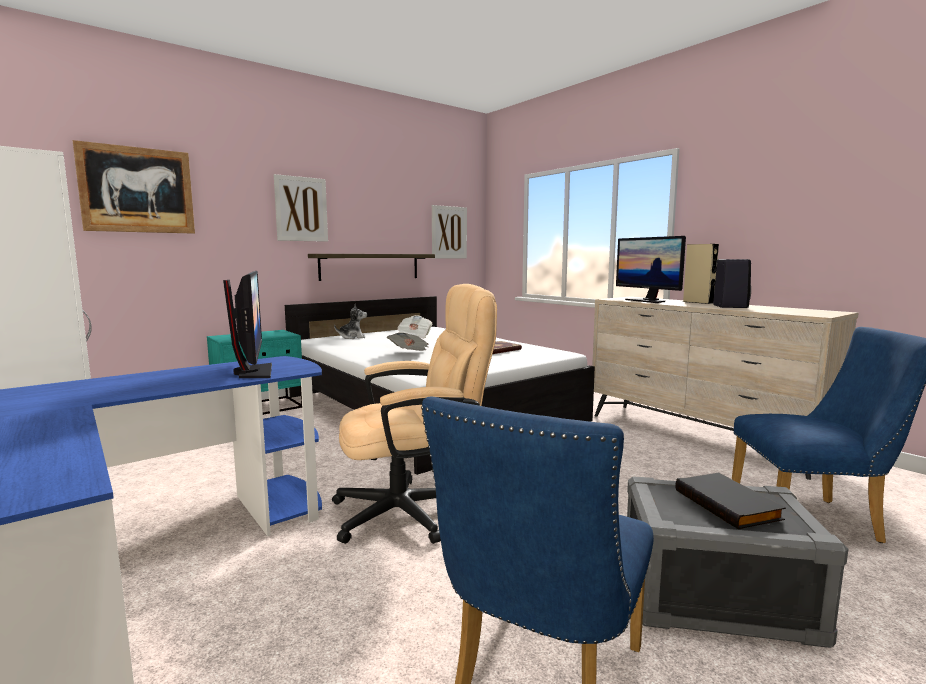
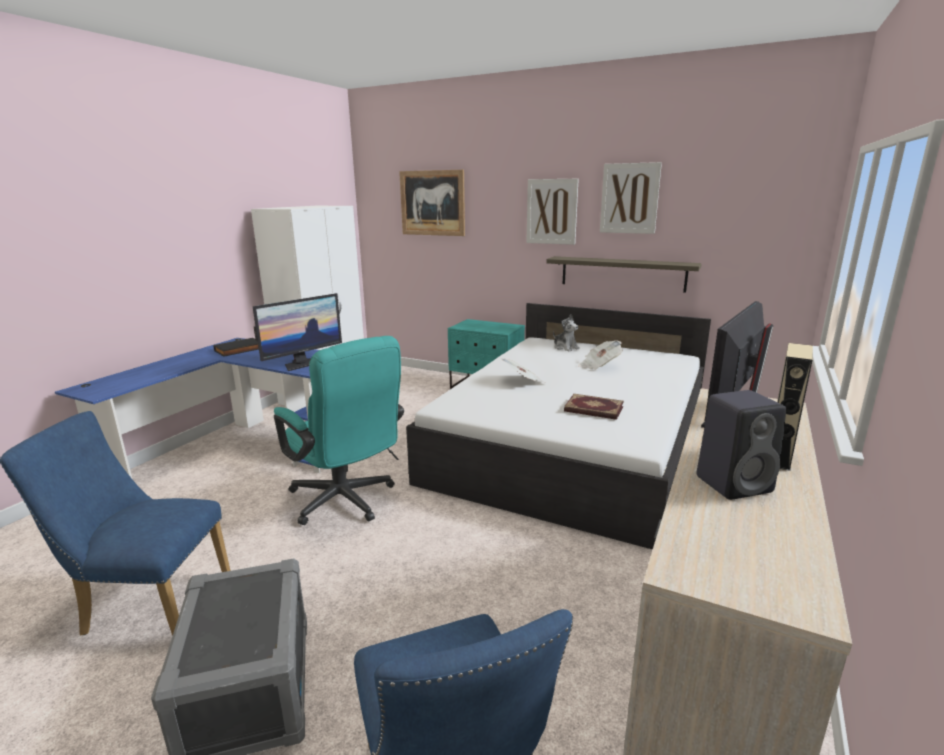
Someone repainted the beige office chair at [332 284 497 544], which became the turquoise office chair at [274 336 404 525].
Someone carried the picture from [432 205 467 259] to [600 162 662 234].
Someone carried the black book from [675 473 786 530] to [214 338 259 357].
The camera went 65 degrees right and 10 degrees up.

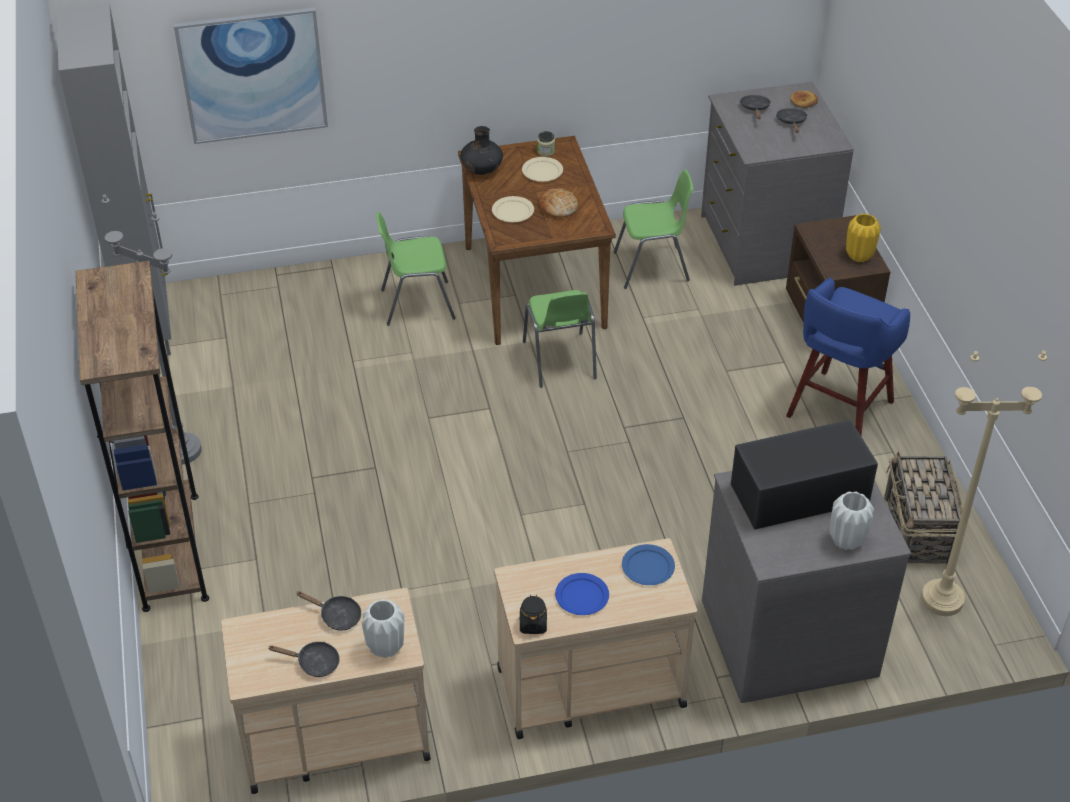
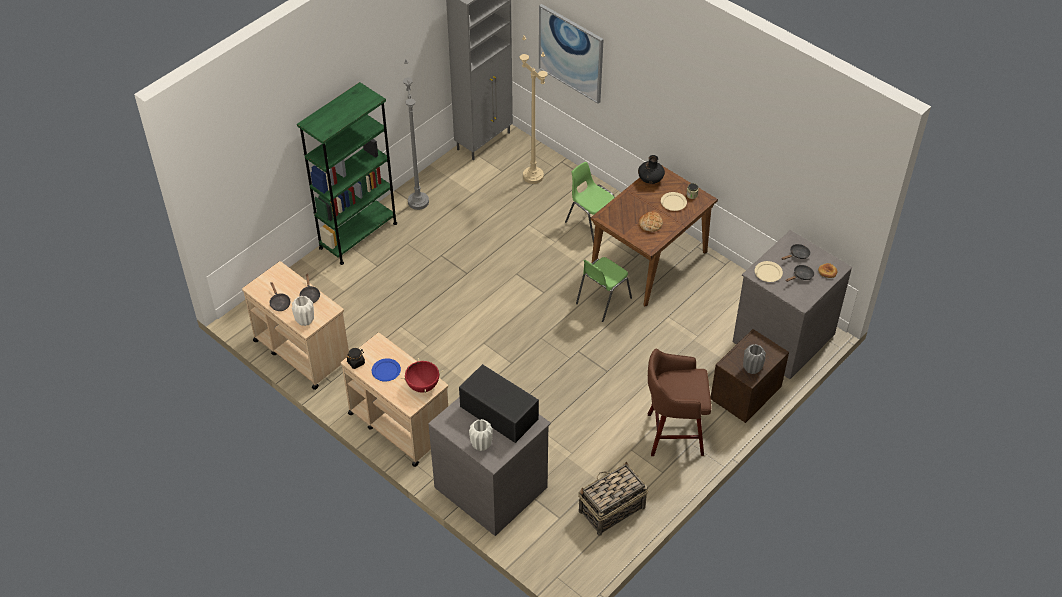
Someone repainted the brown bookcase at [75 261 209 612], which became the green bookcase at [297 82 397 265].
Someone carried the beige plate from [492 196 534 222] to [755 261 783 282].
Someone took away the green chair at [614 170 694 289].
Someone swapped the blue plate at [622 544 675 585] for the red cooking pot at [401 358 443 393].
Someone repainted the blue stool at [786 277 910 435], which became the brown stool at [648 349 711 456].
Someone repainted the yellow vase at [846 214 881 262], which became the grey vase at [743 344 766 374].
Someone carried the beige floor lamp from [921 350 1047 616] to [520 35 548 184].
The camera went 55 degrees right and 5 degrees up.

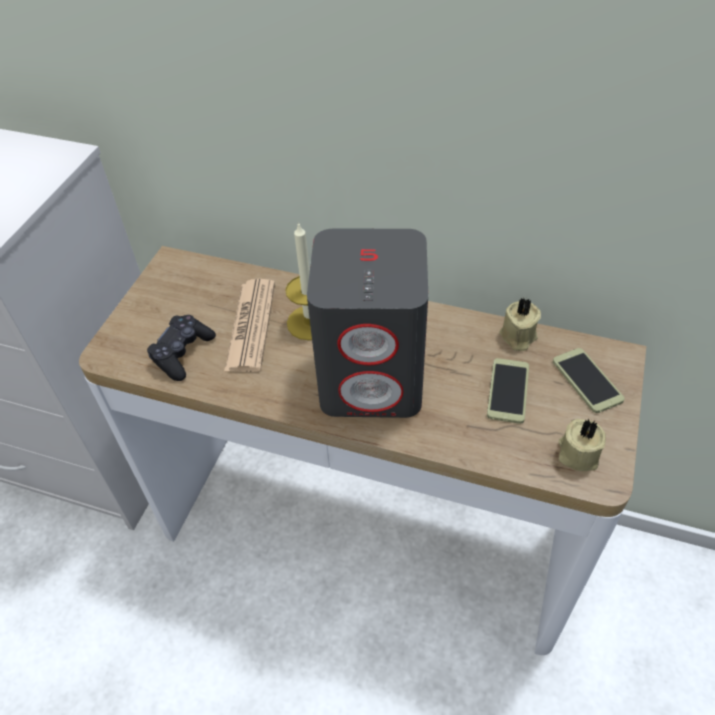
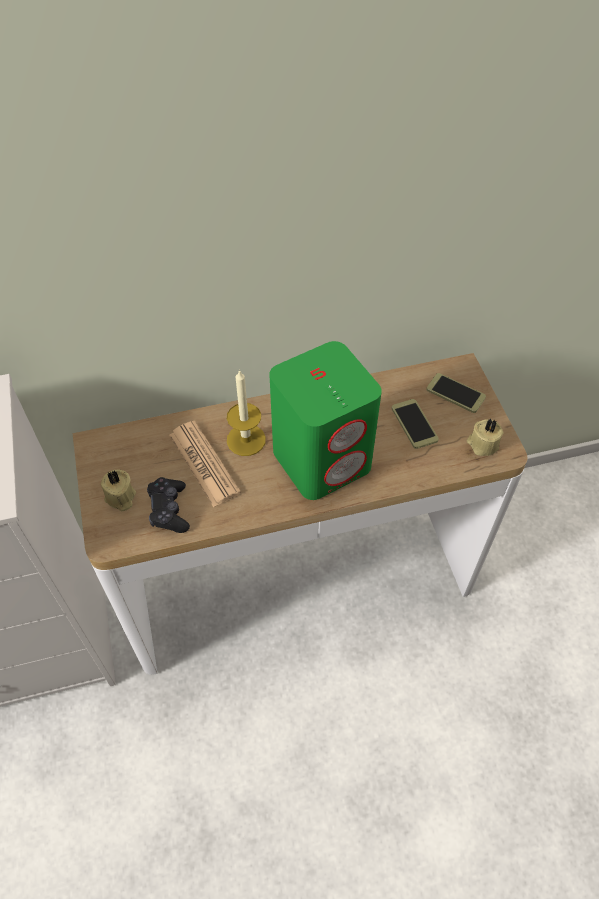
Someone repainted the grey speaker at [307 229 428 418], which became the green speaker at [270 341 382 500].
Someone carried the beige candle from [499 298 541 351] to [101 470 136 511].
The camera went 35 degrees left and 5 degrees up.

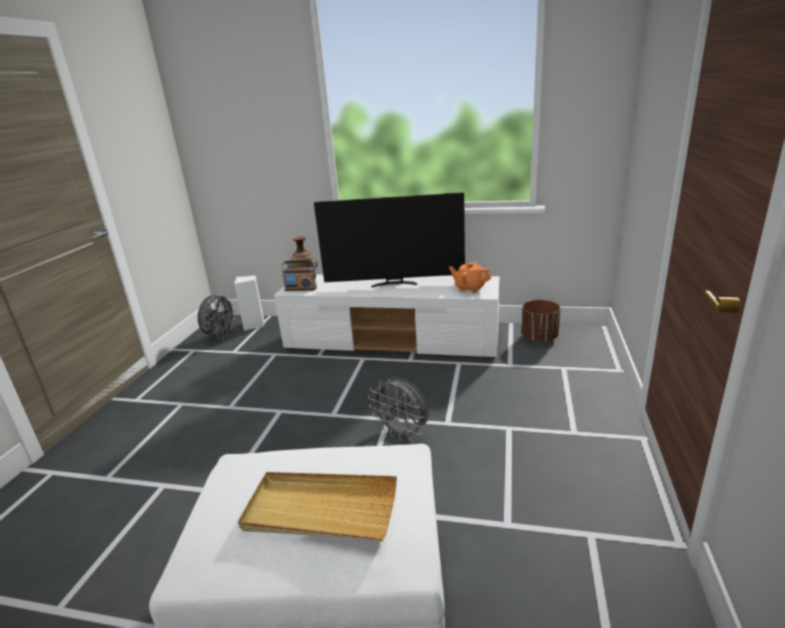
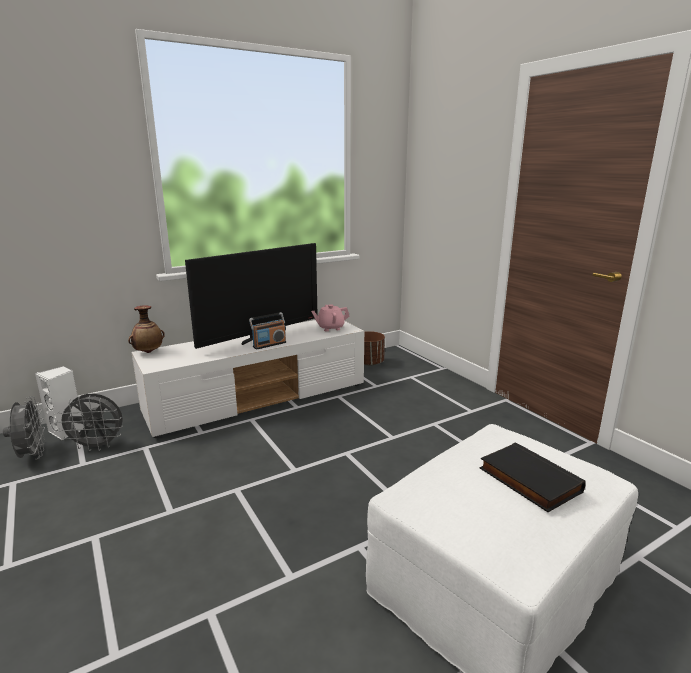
Someone swapped the beige tray at [238 472 397 541] for the black book at [480 442 586 512].
Someone carried the radio from [281 260 317 291] to [249 312 286 349].
Someone carried the grey fan from [368 377 429 441] to [56 394 123 451].
Someone repainted the orange teapot at [449 262 491 293], which became the pink teapot at [311 304 349 331].
The camera went 45 degrees left and 5 degrees down.

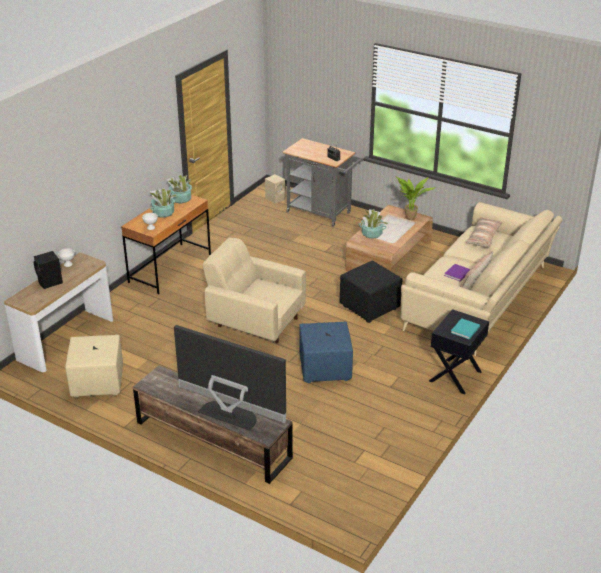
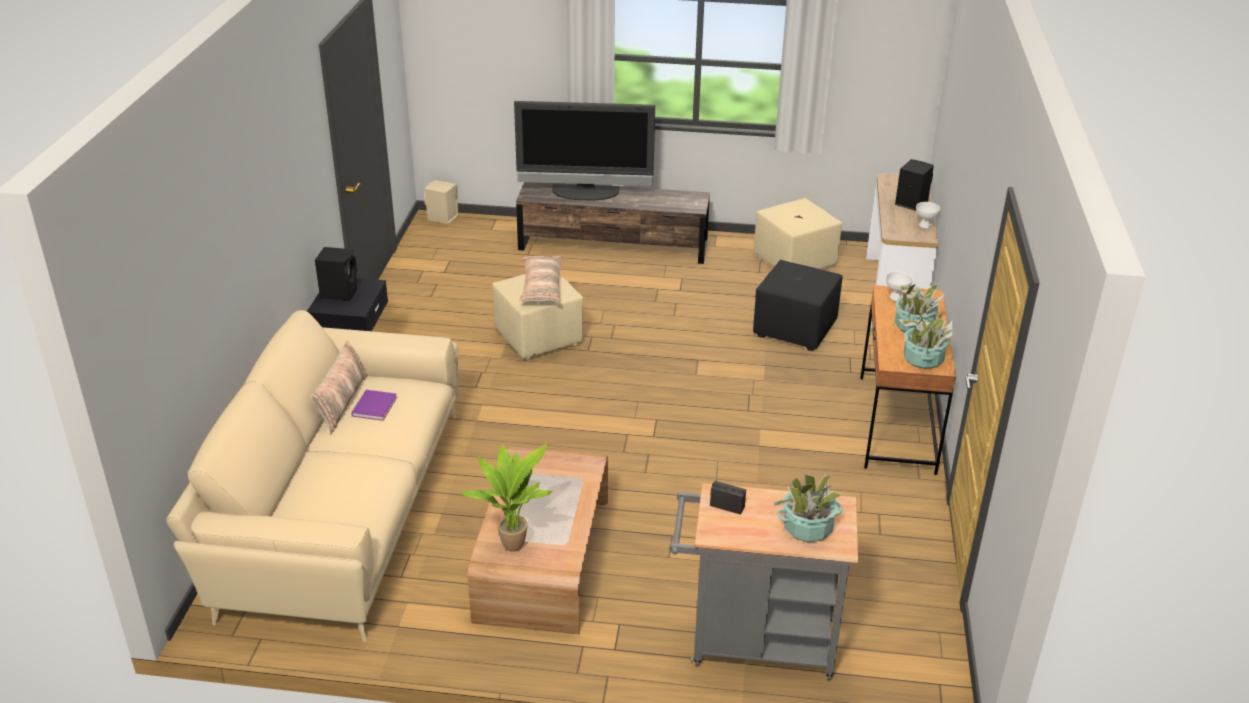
Someone took away the beige armchair at [203 238 306 343].
Someone carried the beige speaker from [265 174 286 203] to [424 180 458 224].
Someone repainted the blue ottoman at [299 322 353 383], which became the beige ottoman at [492 274 583 360].
Someone carried the black ottoman from [340 260 403 323] to [753 260 842 351].
Someone carried the potted plant from [358 209 389 239] to [773 474 843 542].
Someone swapped the turquoise book at [451 318 480 340] for the black speaker at [315 247 357 301].
Someone carried the pillow from [466 217 502 247] to [520 256 561 303].
The camera went 155 degrees right and 0 degrees up.

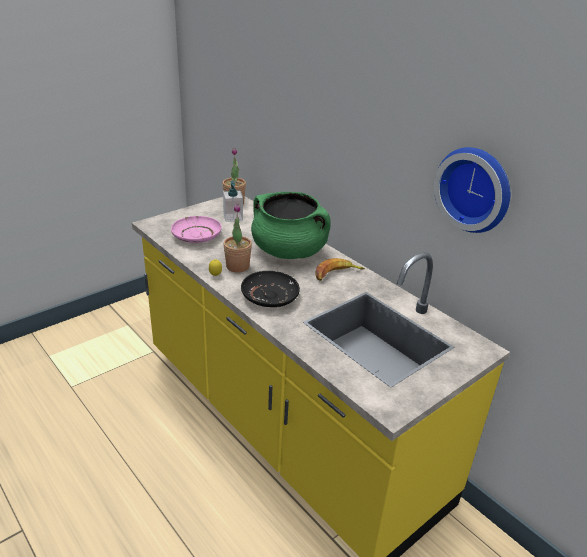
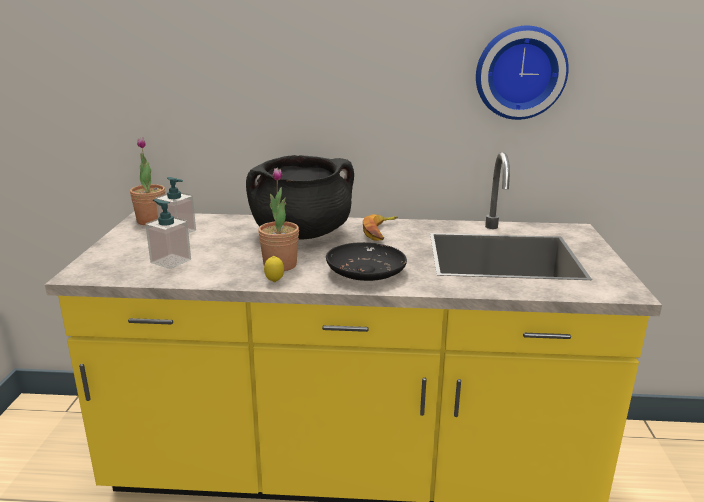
Someone swapped the pink plate at [171 216 222 243] for the soap dispenser at [145 199 191 269].
Someone repainted the green cooking pot at [251 192 331 259], which became the black cooking pot at [246 155 354 240].
The camera went 45 degrees left and 10 degrees down.

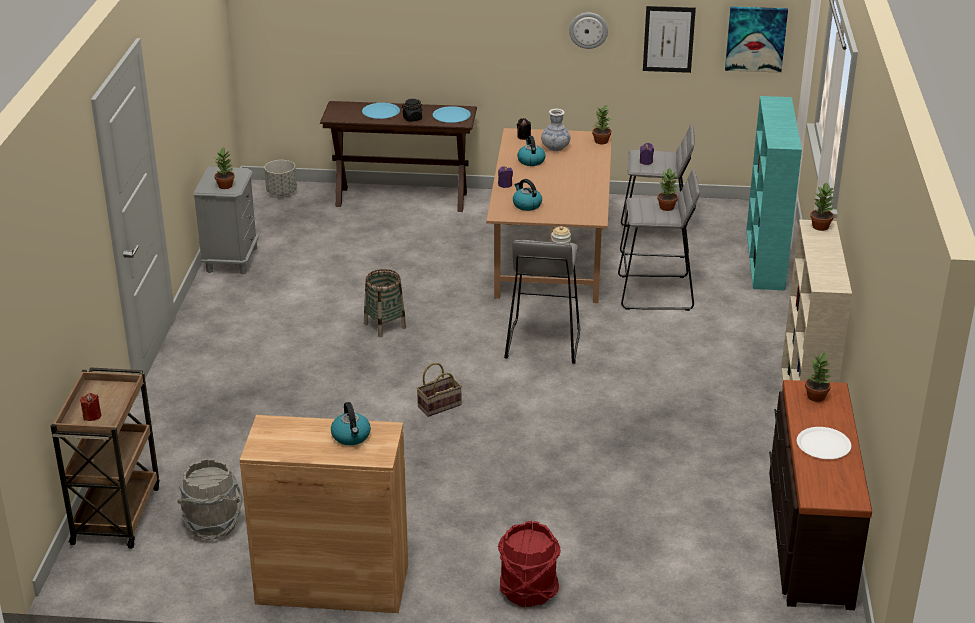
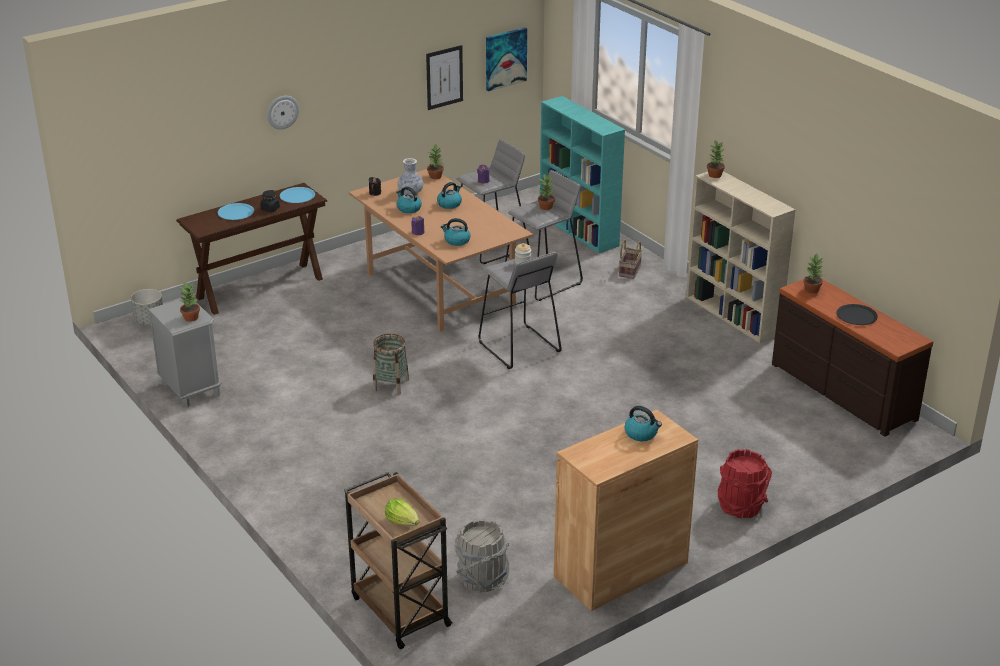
Someone swapped the red candle at [80 393 101 421] for the lettuce at [385 498 419 525].
Someone carried the basket from [417 363 462 417] to [619 239 642 279].
Someone carried the wall clock from [569 13 608 49] to [267 96 299 130].
Someone repainted the white plate at [797 427 851 459], which became the black plate at [836 304 878 325].
Someone put down the kettle at [437 182 462 209].
The camera went 40 degrees left and 0 degrees up.

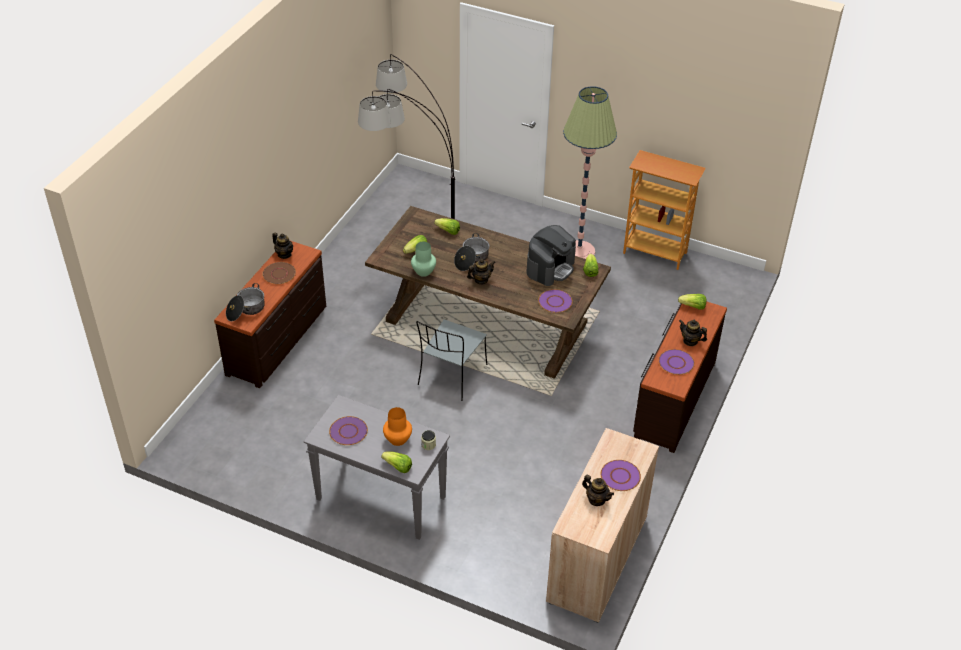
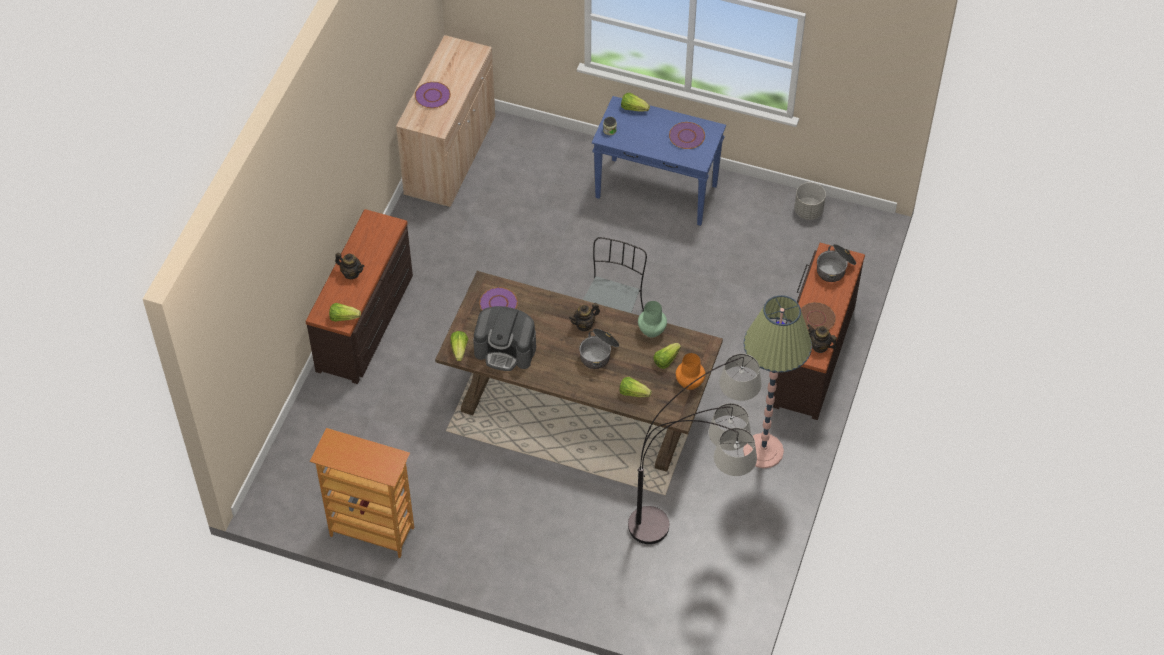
Someone repainted the grey console table at [304 395 450 540], which became the blue console table at [592 96 726 226].
Someone carried the orange vase from [383 407 412 446] to [676 353 705 390].
Someone rotated the coffee machine at [526 225 576 286] by 105 degrees counterclockwise.
Someone carried the floor lamp from [563 86 617 259] to [743 295 812 468].
Someone took away the teapot at [582 475 614 506].
Someone took away the purple plate at [659 349 695 375].
Someone put down the grey planter at [794 182 826 220].
The camera went 175 degrees right and 10 degrees up.

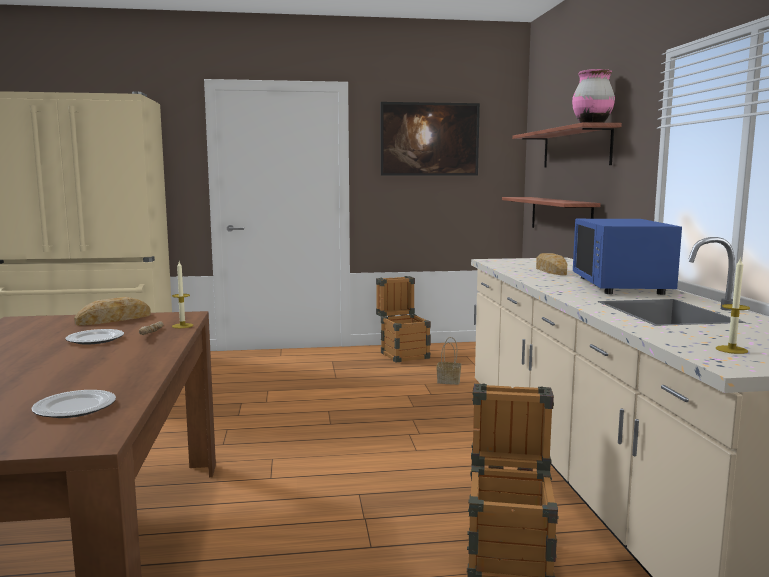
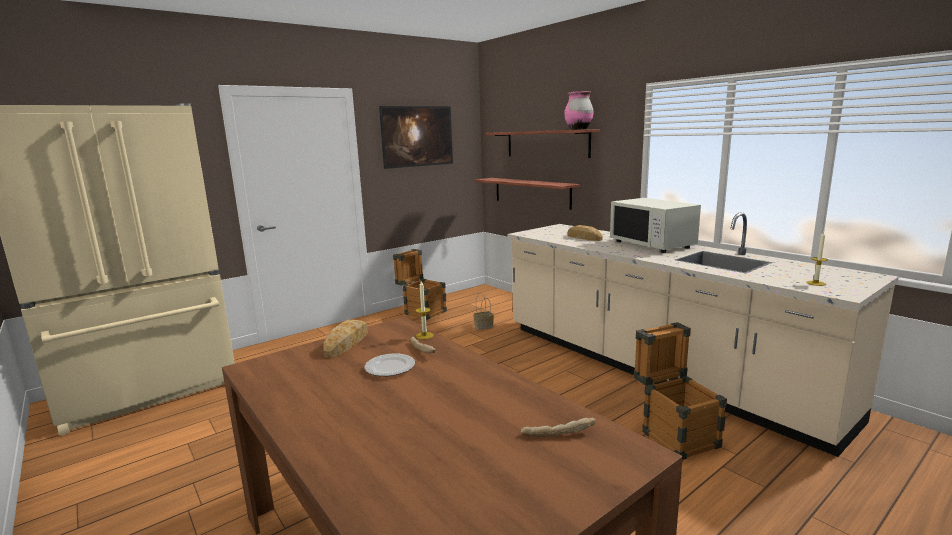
Someone swapped the plate at [31 390 116 418] for the bread at [520 417 596 437].
Someone repainted the blue microwave at [573 219 682 295], which became the white microwave at [610 198 701 253].
The camera went 30 degrees left and 5 degrees up.

